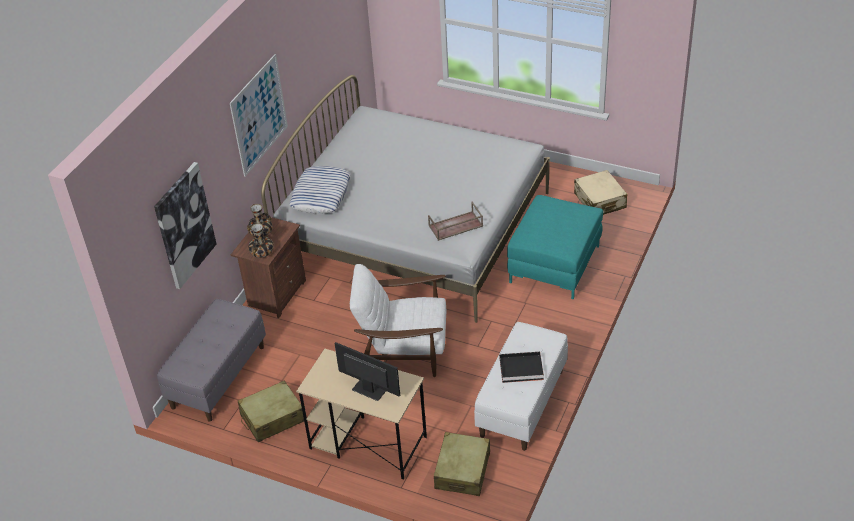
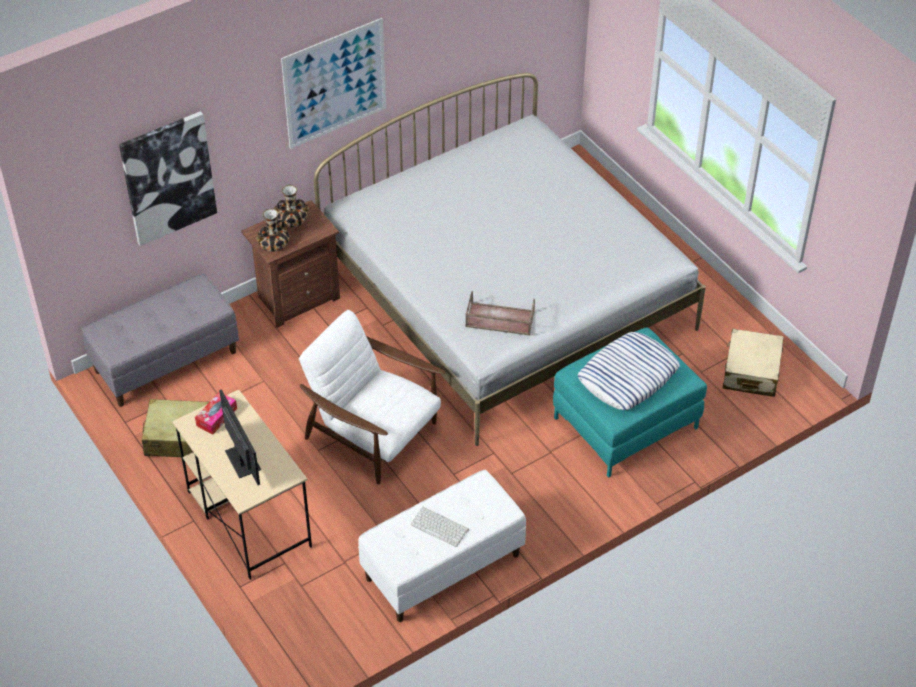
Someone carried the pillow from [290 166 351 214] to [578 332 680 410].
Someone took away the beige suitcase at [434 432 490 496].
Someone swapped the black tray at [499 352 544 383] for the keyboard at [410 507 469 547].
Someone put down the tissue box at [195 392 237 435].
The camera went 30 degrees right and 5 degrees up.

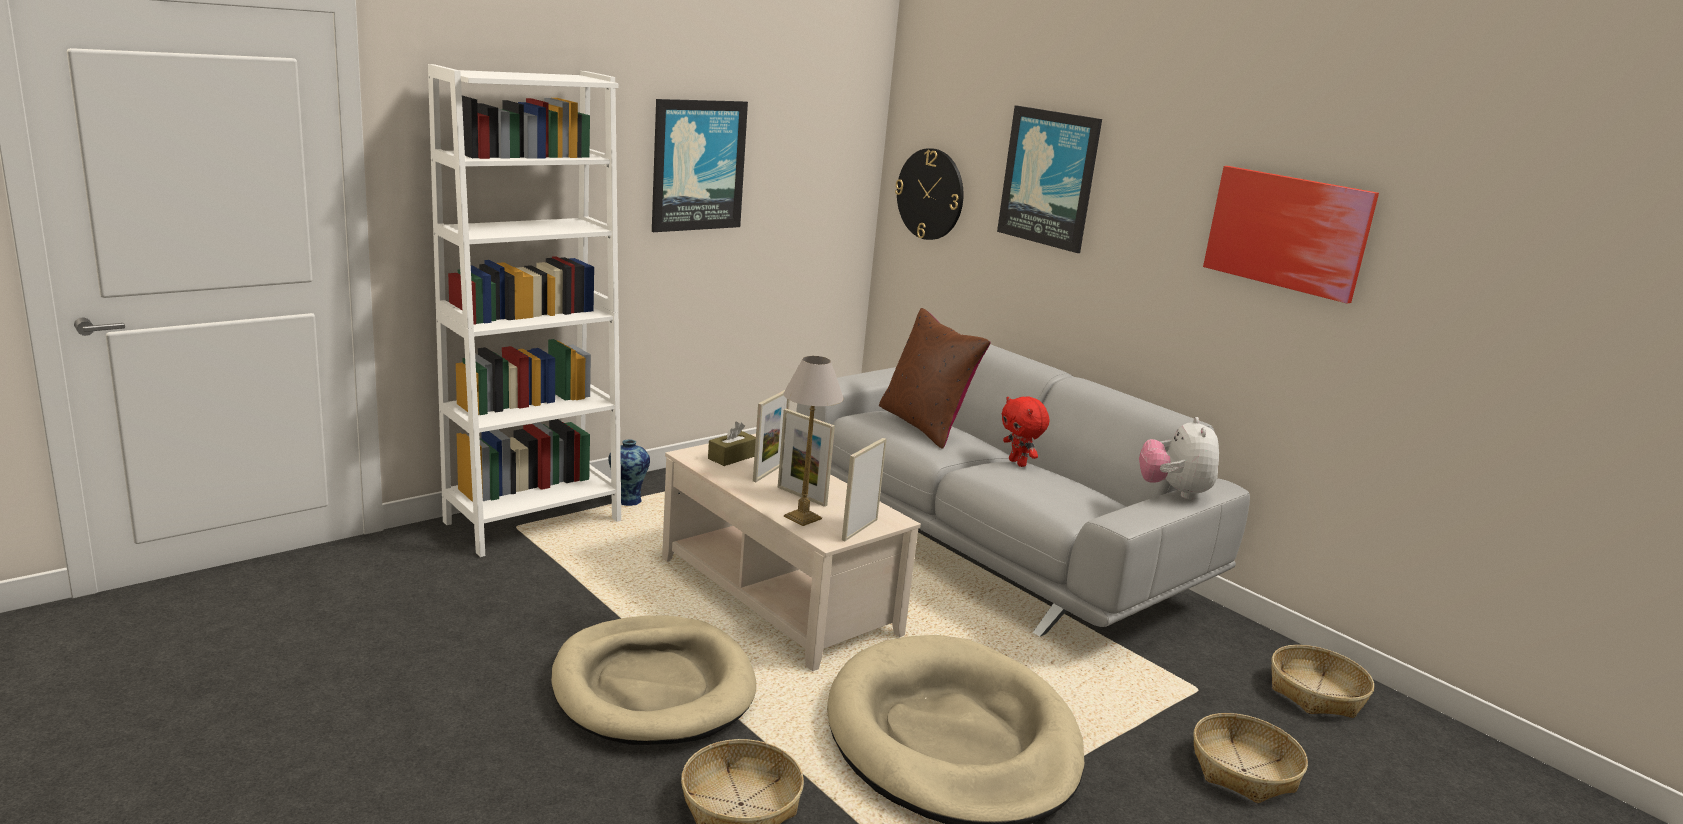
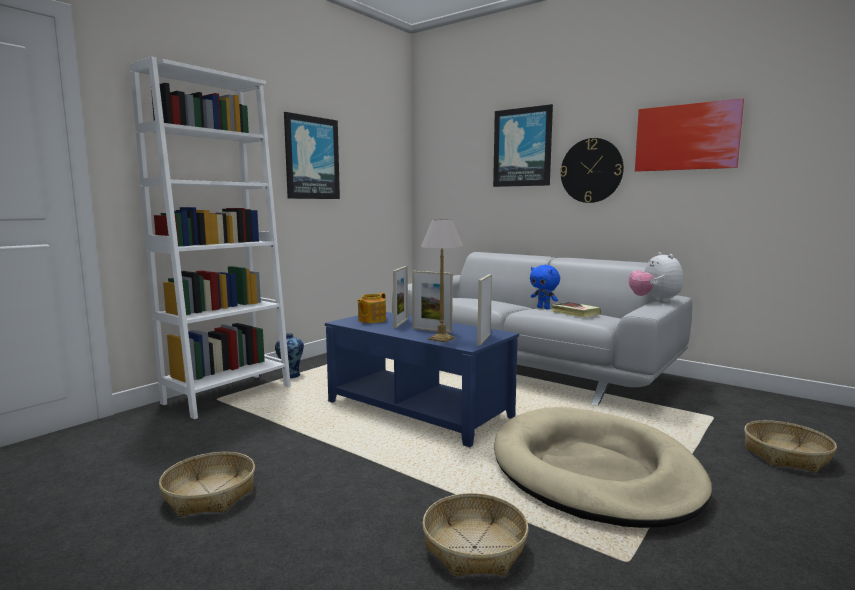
Someone took away the beige dog bed at [551 616 756 745].
Someone repainted the beige coffee table at [662 434 921 671], which became the blue coffee table at [325 312 519 447].
Someone swapped the brown tissue box at [708 422 756 466] for the teapot at [357 293 386 323].
Someone took away the brown pillow at [879 308 991 449].
Someone carried the wall clock from [895 148 964 240] to [560 138 624 203].
Someone repainted the red plush toy at [1001 396 1049 467], which became the blue plush toy at [530 265 560 309].
Someone carried the basket from [1271 645 1374 718] to [159 452 255 517].
Someone put down the book at [551 302 601 318].
The camera went 10 degrees left and 10 degrees down.

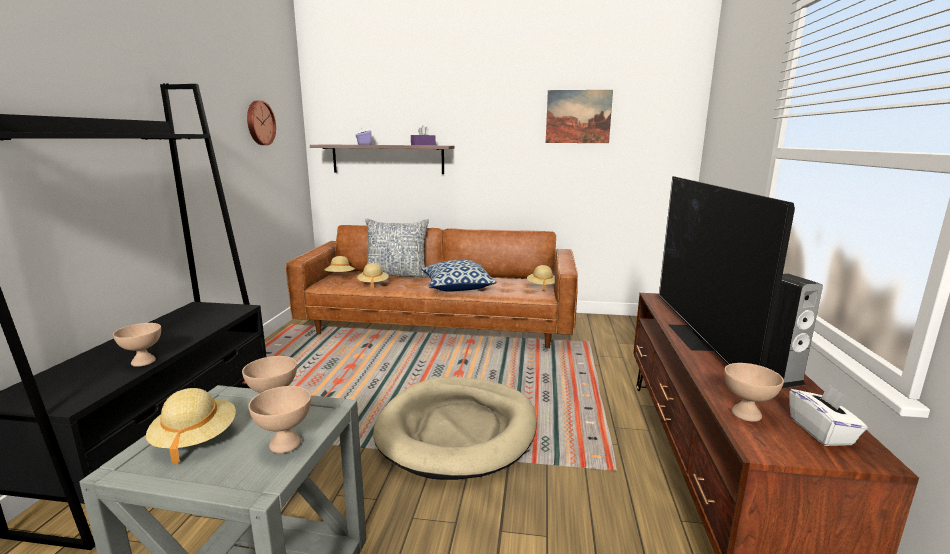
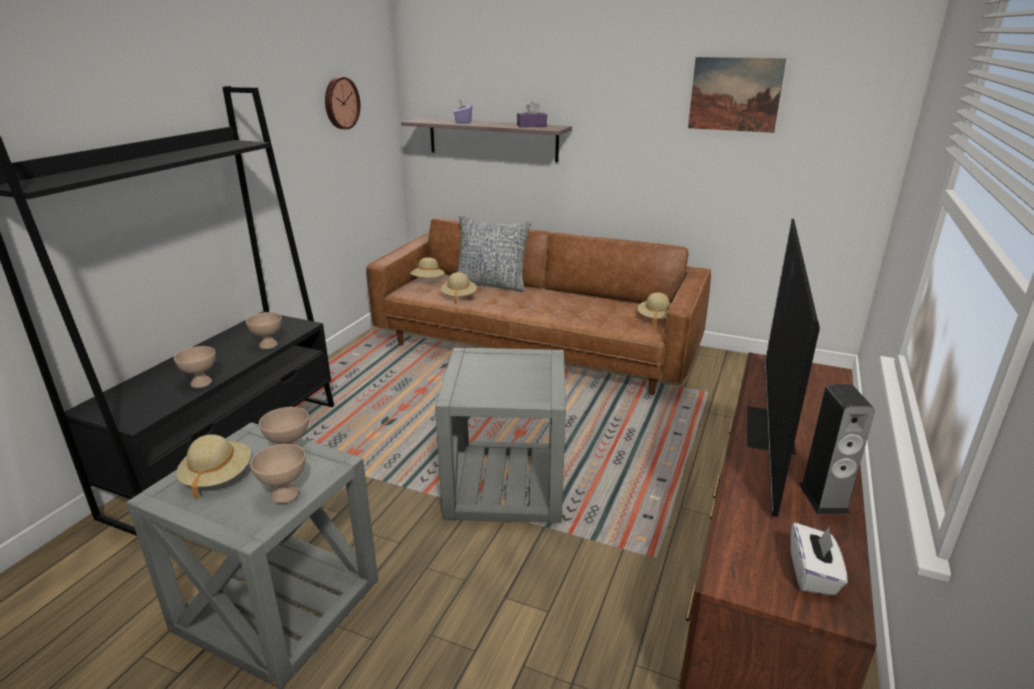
Someone swapped the beige dog bed at [373 377 537 480] for the grey side table at [435 348 566 523].
Someone took away the pillow at [421 260 497 292].
Someone carried the beige bowl from [724 363 784 422] to [246 312 282 349].
The camera went 15 degrees right and 10 degrees up.

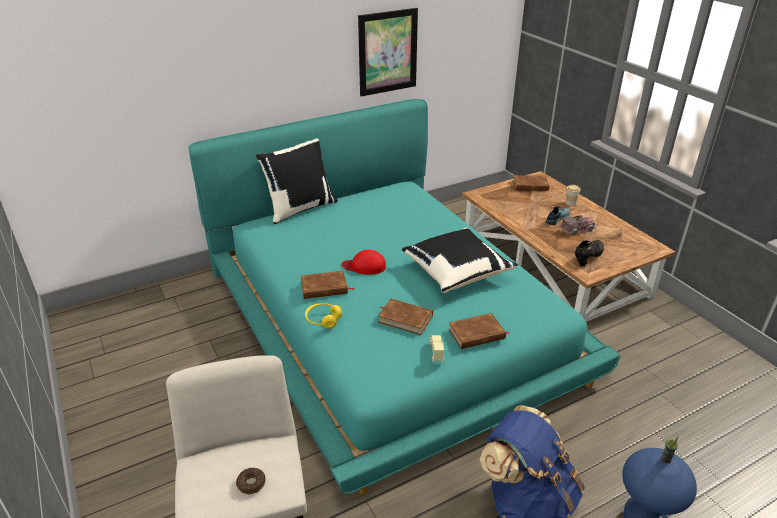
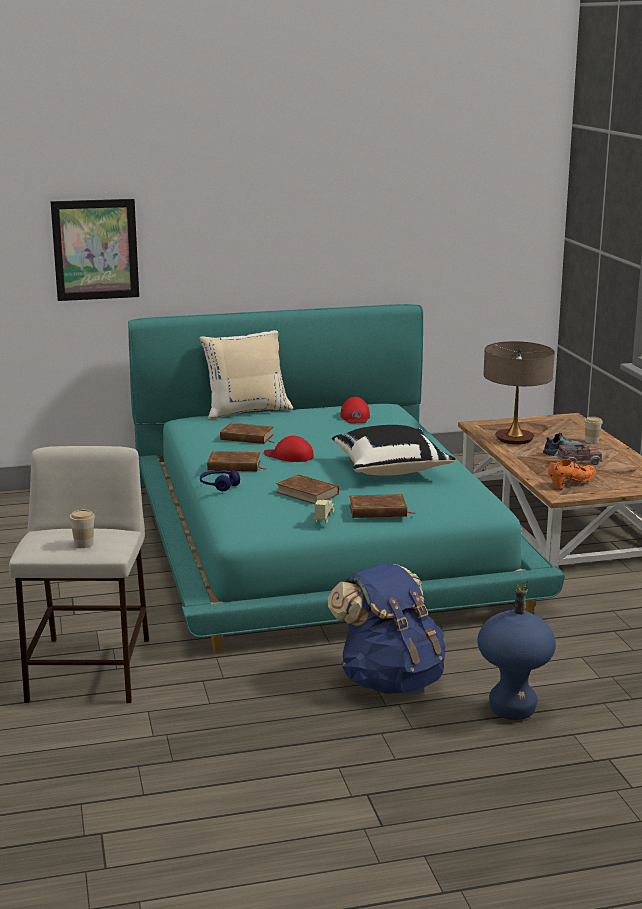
Someone swapped the donut at [236 468 266 494] for the cup at [69 510 95 548].
Someone repainted the black pillow at [256 138 338 224], which became the beige pillow at [199 330 293 420].
Someone repainted the yellow headphones at [305 303 342 329], which became the blue headphones at [200 470 240 491].
Someone carried the picture from [358 8 418 96] to [51 199 139 301].
Someone carried the brown book from [513 175 553 191] to [220 423 274 444].
Someone repainted the black shoe at [575 240 604 267], which became the orange shoe at [548 459 596 489].
Someone put down the red cap at [341 397 370 423].
Someone put down the table lamp at [483 341 555 445].
The camera went 15 degrees right and 15 degrees down.

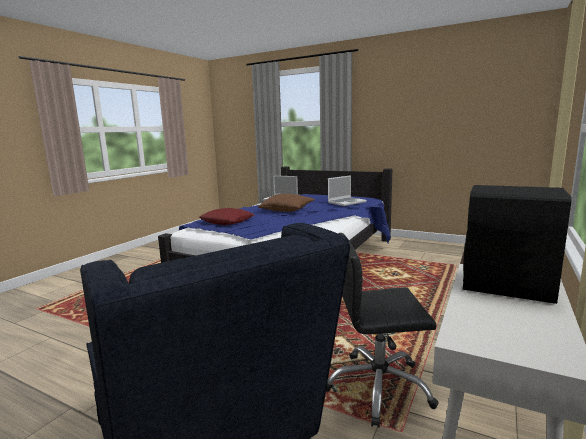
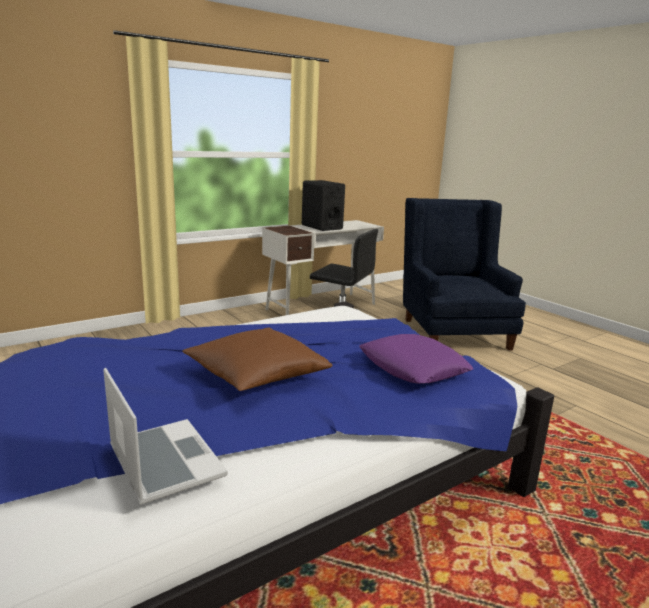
Someone repainted the red pillow at [199 208 254 225], which became the purple pillow at [359 334 474 384].
Someone took away the laptop at [328 175 367 206].
The camera went 155 degrees left and 5 degrees up.

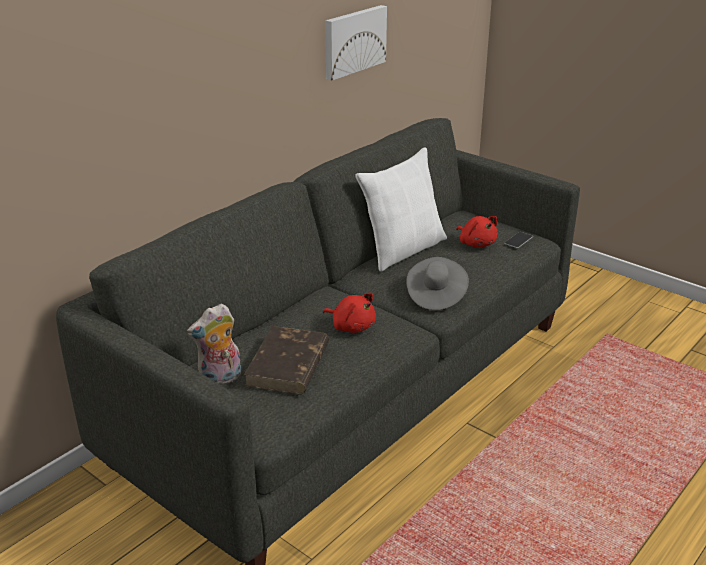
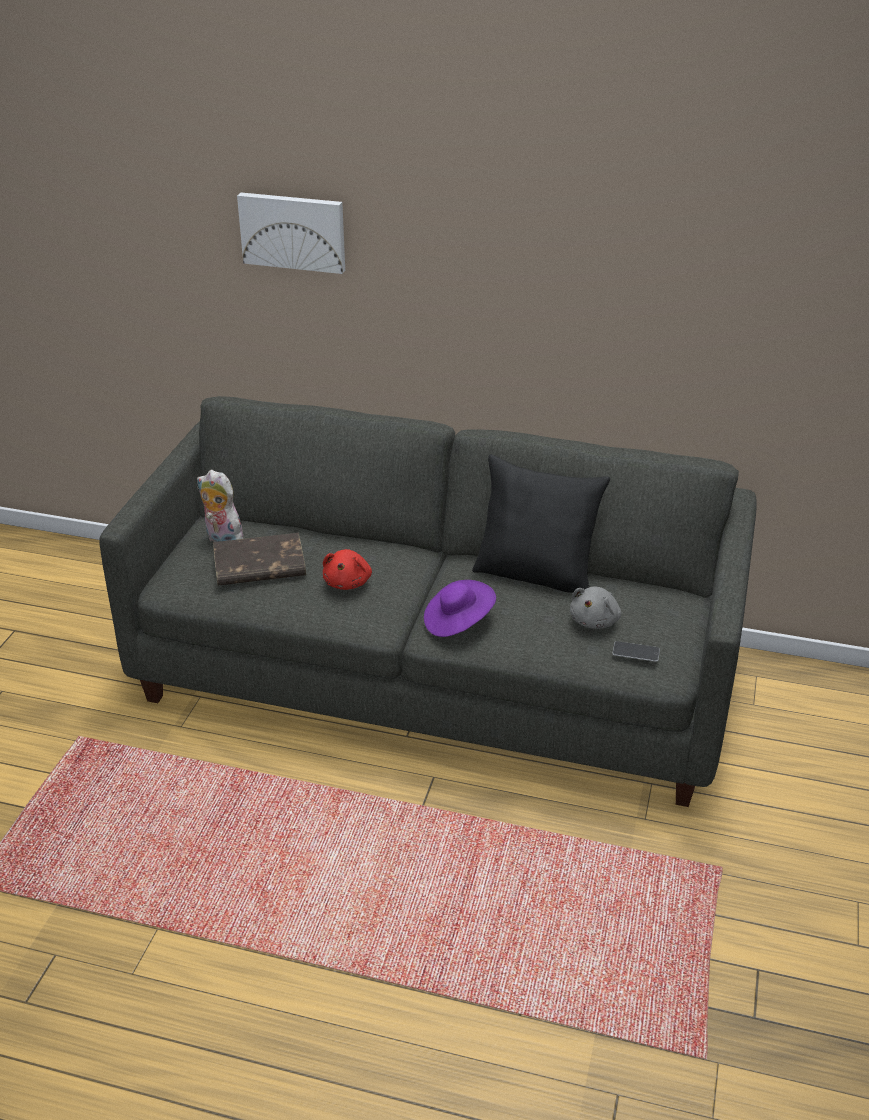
Someone carried the picture from [325 5 387 80] to [237 192 345 274].
Someone repainted the white pillow at [355 147 447 272], which became the black pillow at [472 454 610 593].
Someone repainted the grey hat at [406 257 469 310], which became the purple hat at [424 580 496 637].
Someone repainted the red plush toy at [456 216 498 247], which became the grey plush toy at [570 587 621 629].
The camera went 65 degrees right and 5 degrees up.

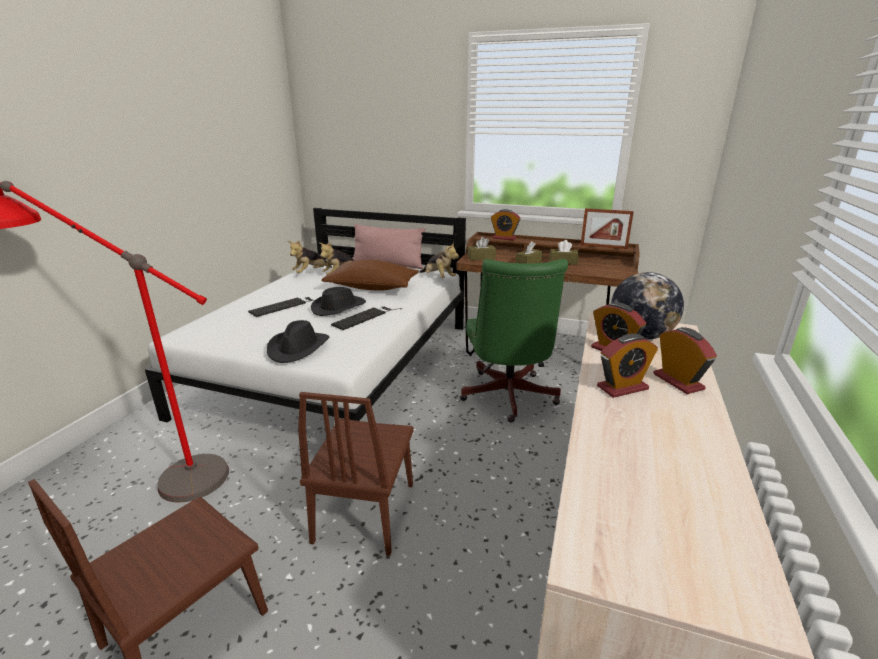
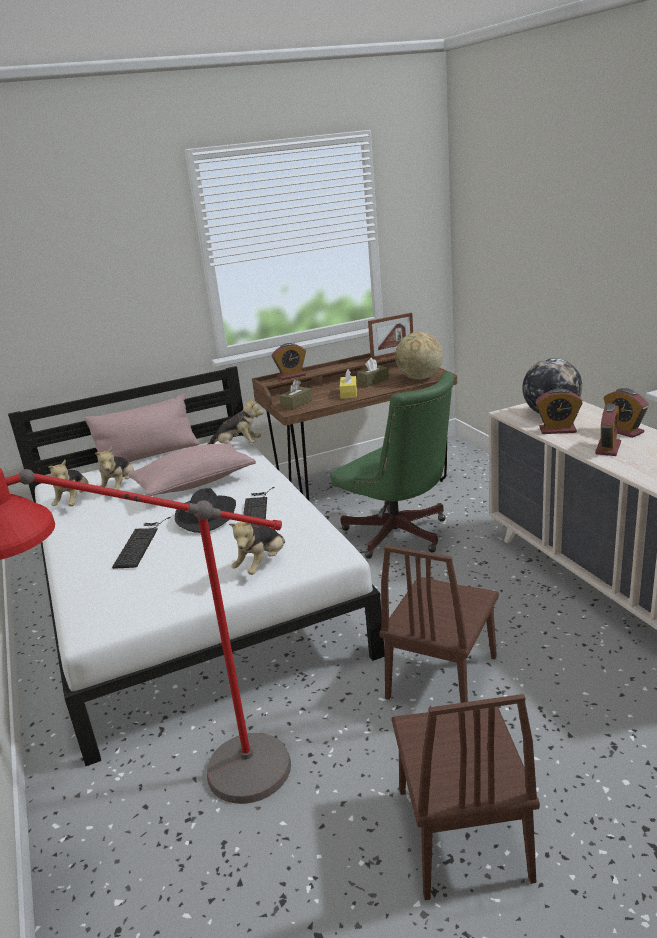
Someone swapped the black hat at [267 320 329 363] for the plush toy at [229 522 285 575].
Someone rotated the brown chair at [298 392 414 556] by 60 degrees clockwise.
Someone repainted the brown pillow at [321 260 419 291], which became the pink pillow at [128 443 256 496].
Someone repainted the brown tissue box at [515 241 543 264], which became the yellow tissue box at [340 369 357 399].
Someone rotated the alarm clock at [653 327 717 394] by 150 degrees counterclockwise.
Someone put down the globe at [395 332 443 380].
The camera went 40 degrees left and 0 degrees up.

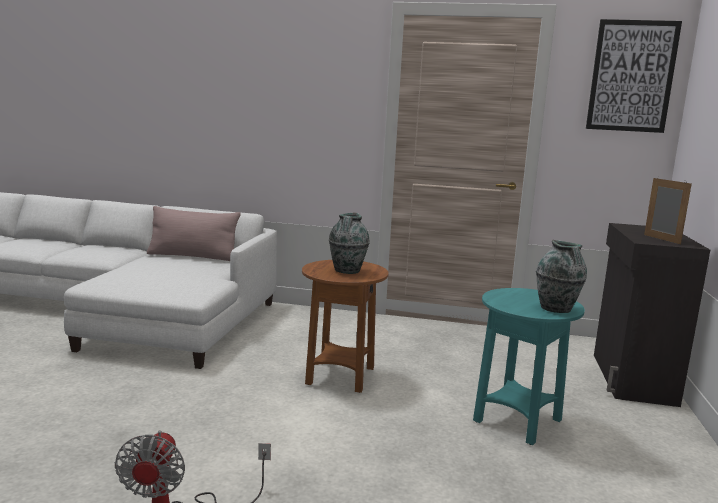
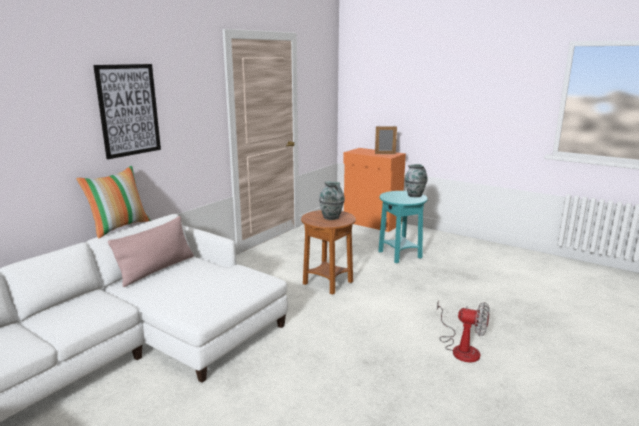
Someone carried the picture from [586 19 682 133] to [93 64 161 159].
Someone repainted the black cabinet at [594 223 710 407], which became the orange cabinet at [343 148 406 232].
Someone put down the pillow at [76 166 151 239].
The camera went 65 degrees left and 5 degrees up.

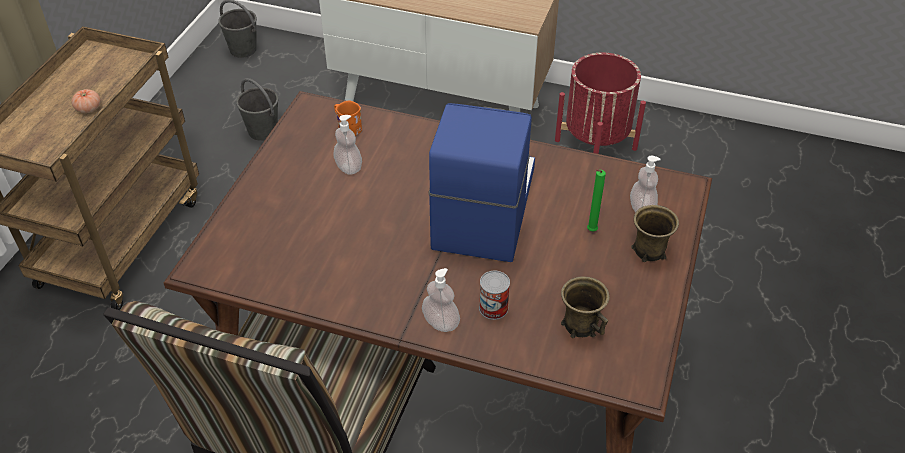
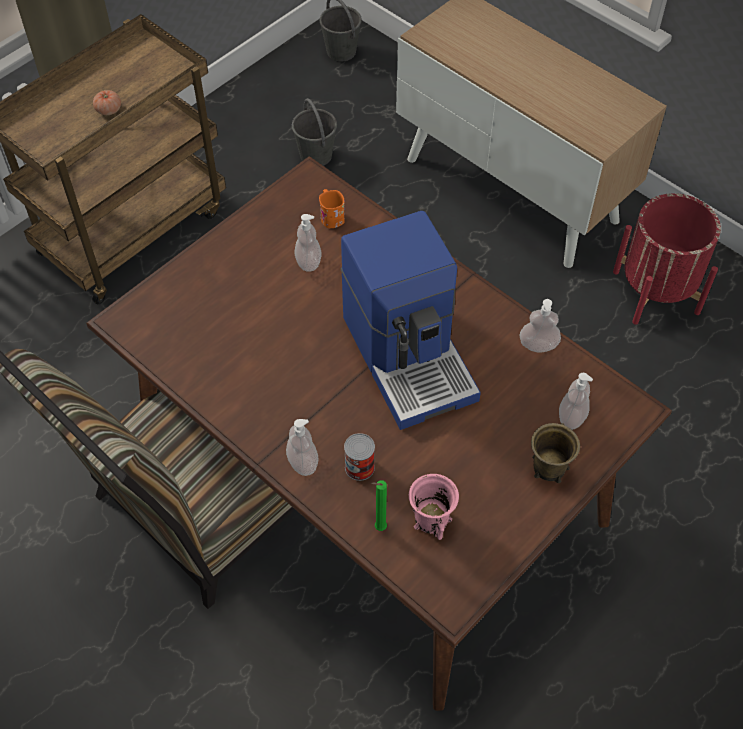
Someone rotated the coffee machine at [428 103 535 262] by 120 degrees clockwise.
Someone repainted the brown mug at [561 276 610 338], which became the pink mug at [409 474 459 540].
Someone carried the green candle from [587 170 606 231] to [371 480 387 531].
Someone put down the soap dispenser at [520 299 561 352].
The camera went 25 degrees right and 10 degrees up.

